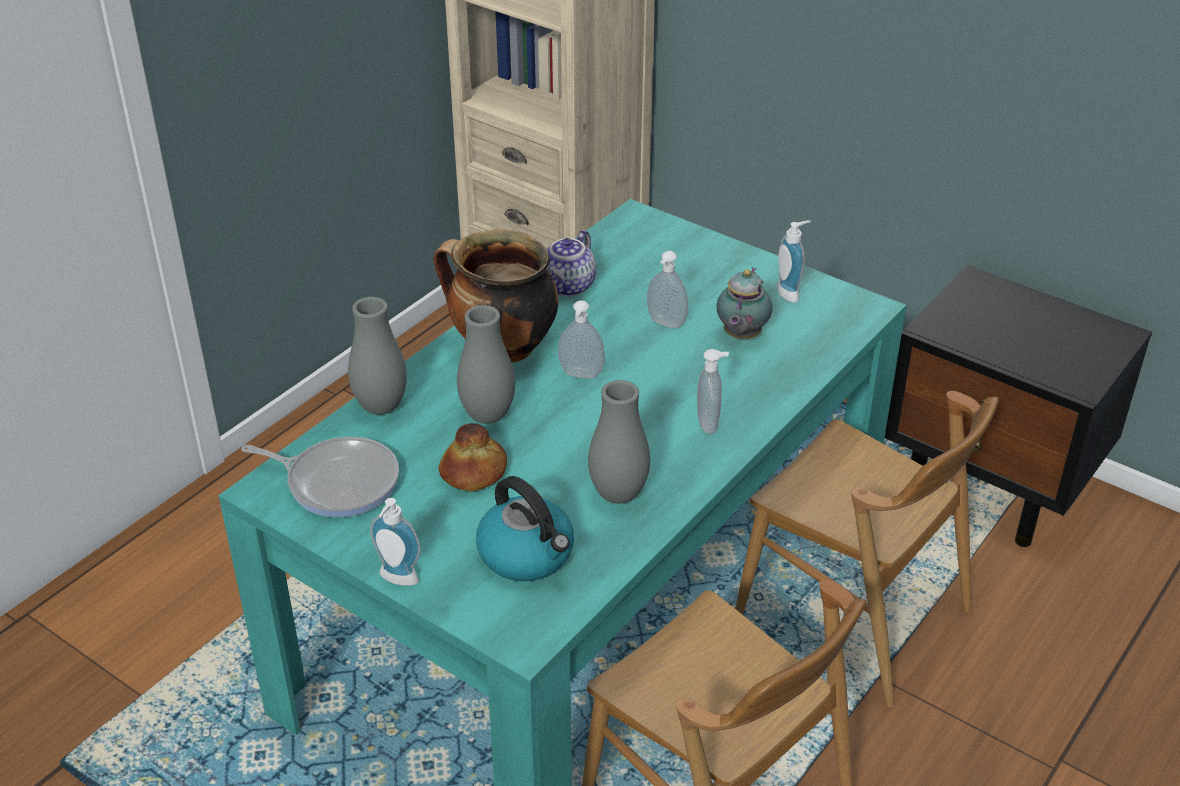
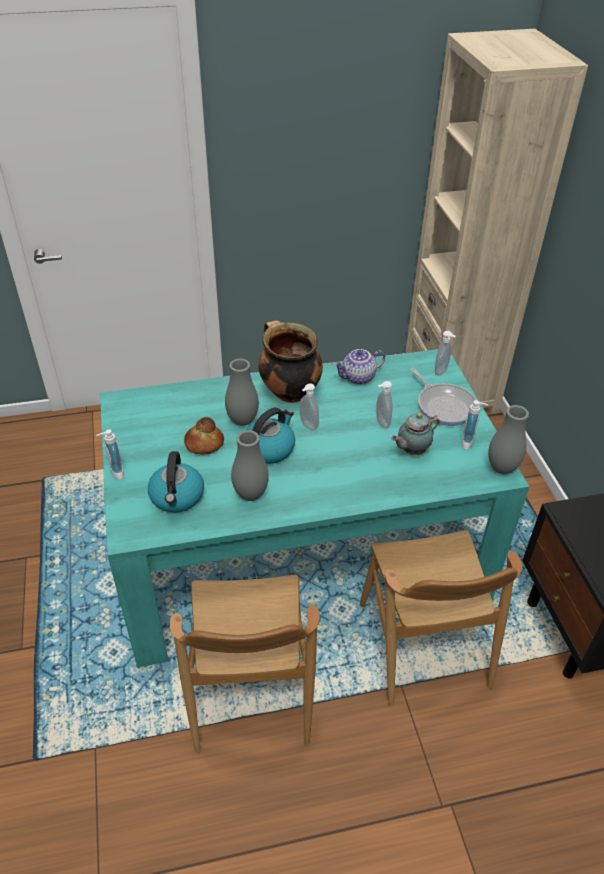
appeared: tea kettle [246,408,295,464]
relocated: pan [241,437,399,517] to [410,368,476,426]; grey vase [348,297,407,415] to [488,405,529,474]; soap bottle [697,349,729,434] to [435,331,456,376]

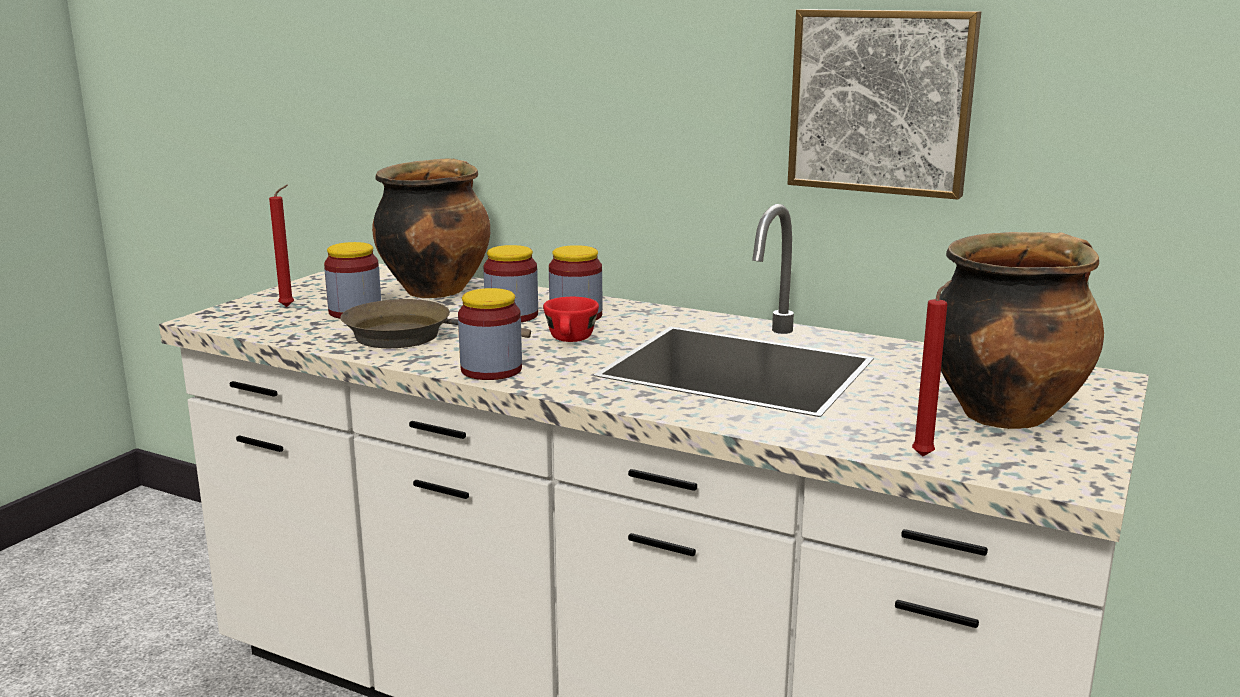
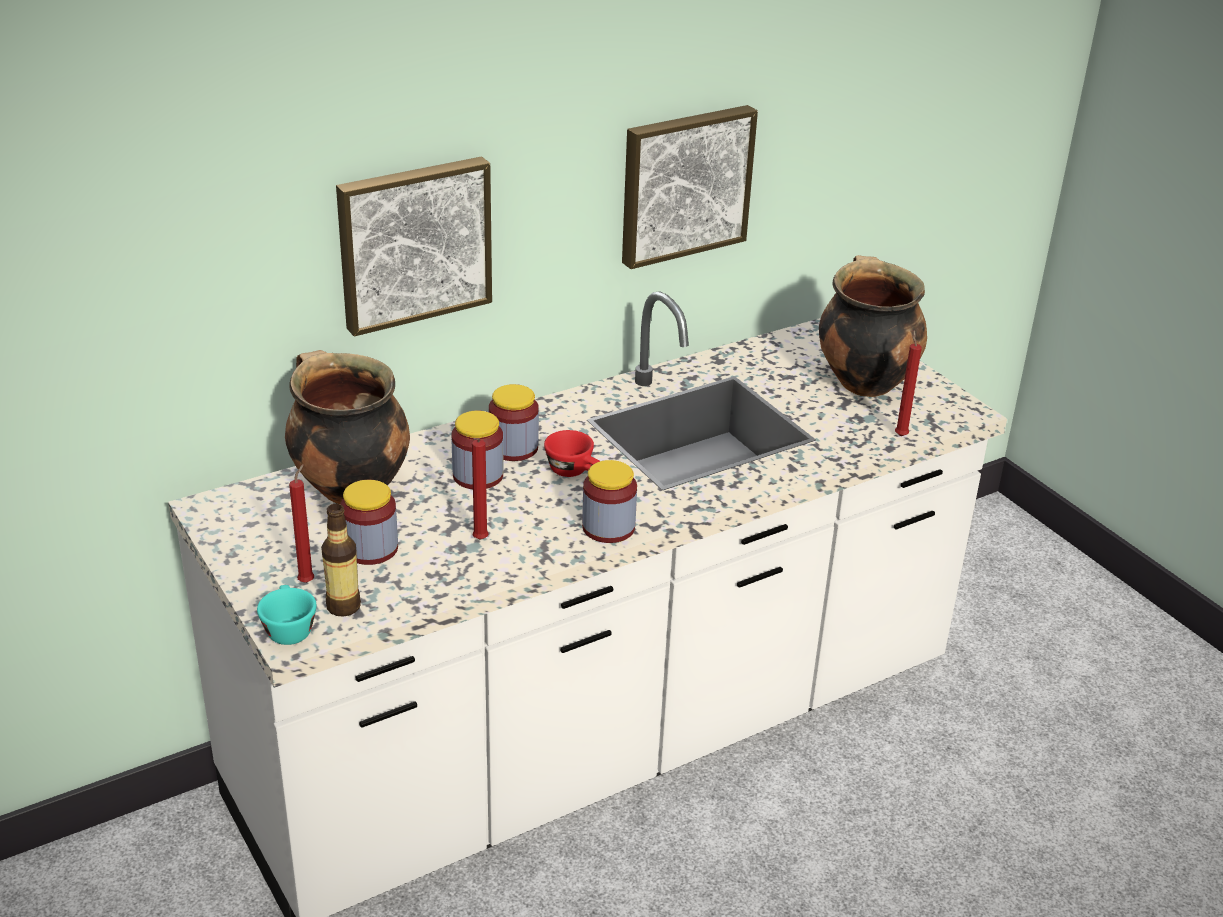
appeared: blue-green small cup [257,585,317,645]; bottle [321,504,361,617]; picture [336,157,492,337]
exchanged: brown-coloured pan [341,299,531,348] to red candle [472,438,489,540]

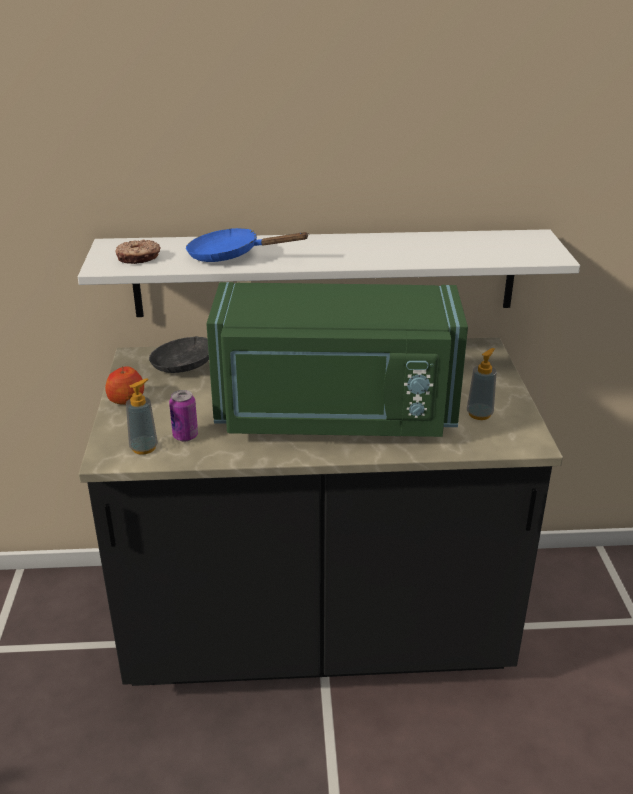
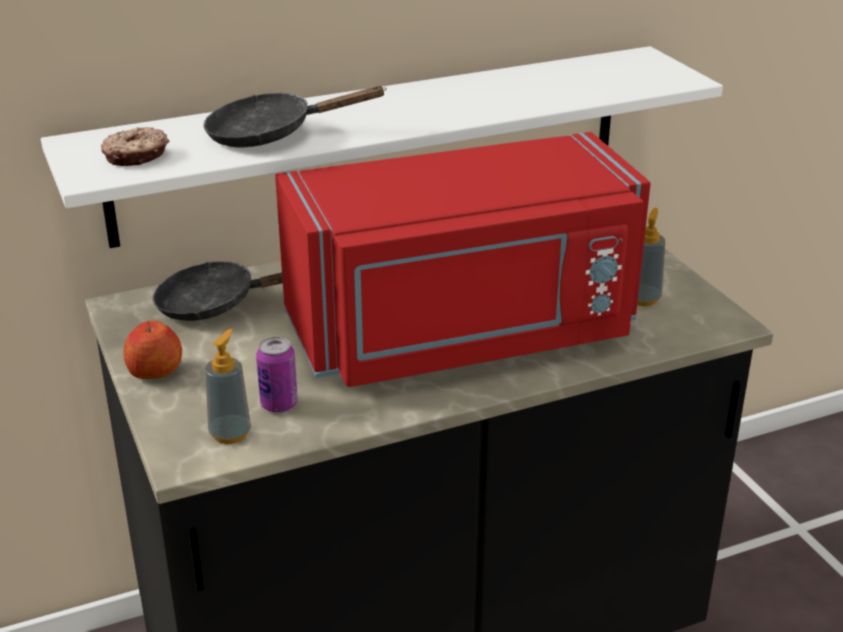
colour: blue pan [186,228,310,262] to black pan [203,86,387,147]; green microwave [206,282,468,437] to red microwave [275,132,651,387]

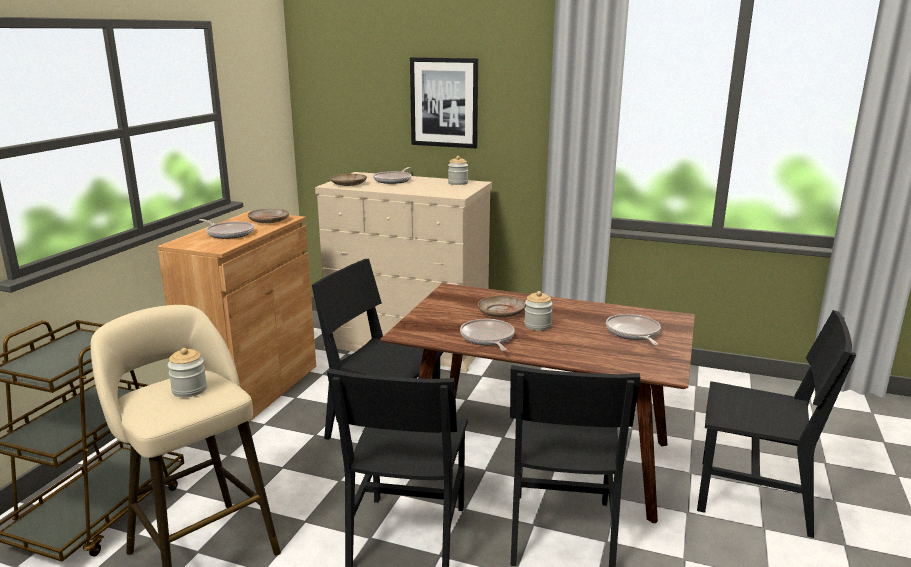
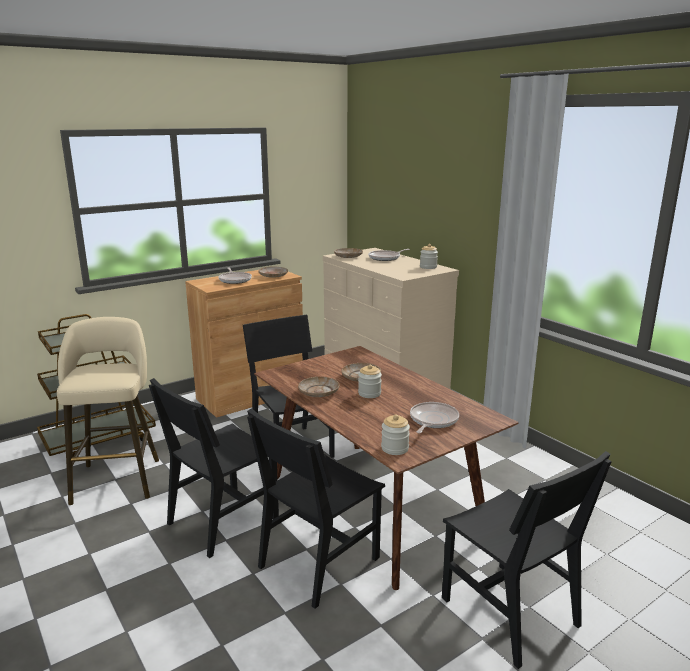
missing: picture [410,57,478,148]
relocated: jar [168,348,207,397] to [381,415,410,455]
exchanged: pan [460,319,515,351] to beige dinner plate [298,377,340,397]

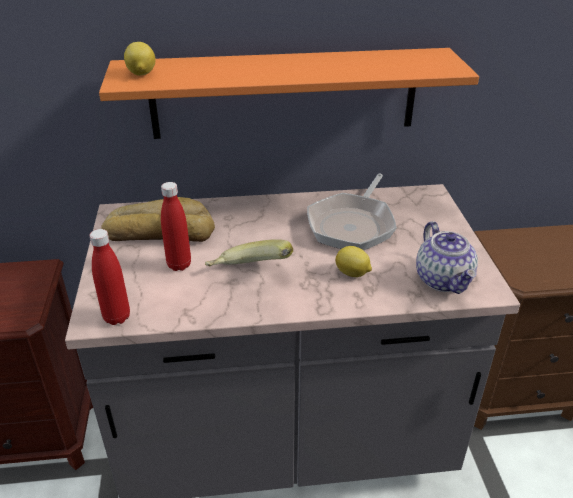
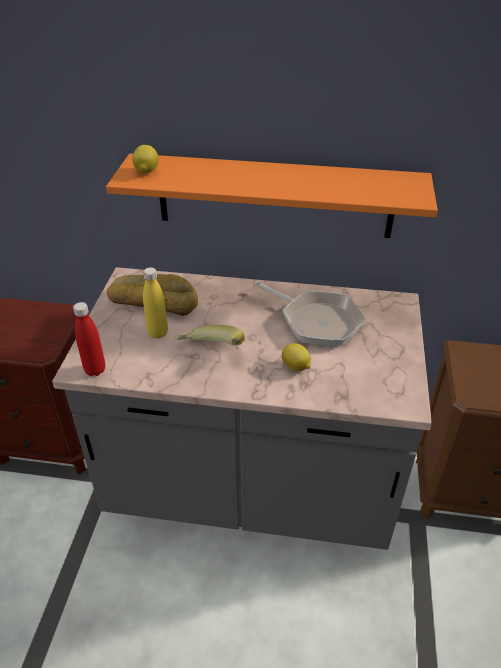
missing: teapot [416,221,478,294]
colour: red bottle [161,182,191,271] to yellow-coloured bottle [143,267,168,339]
spun: pan [307,174,397,250] = [254,282,366,346] 90 degrees counterclockwise

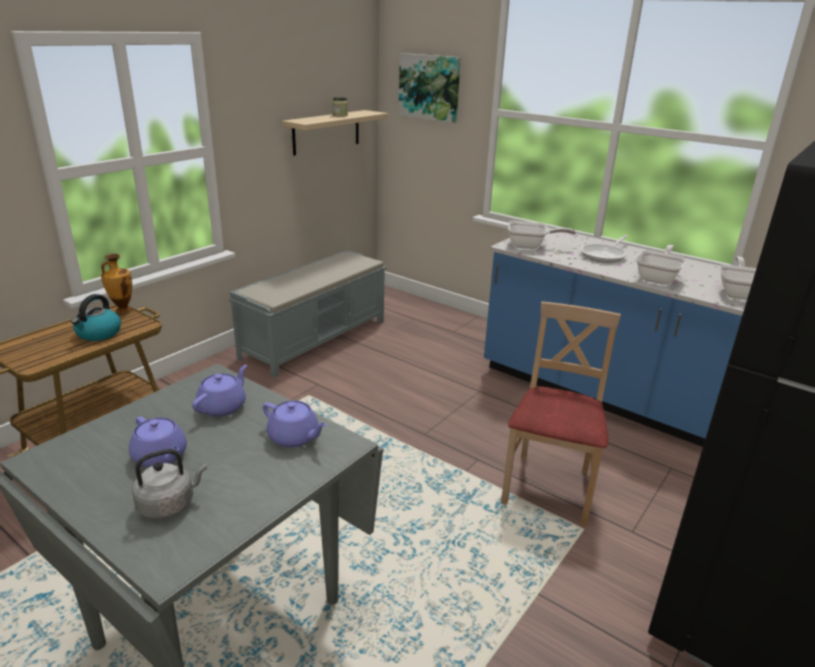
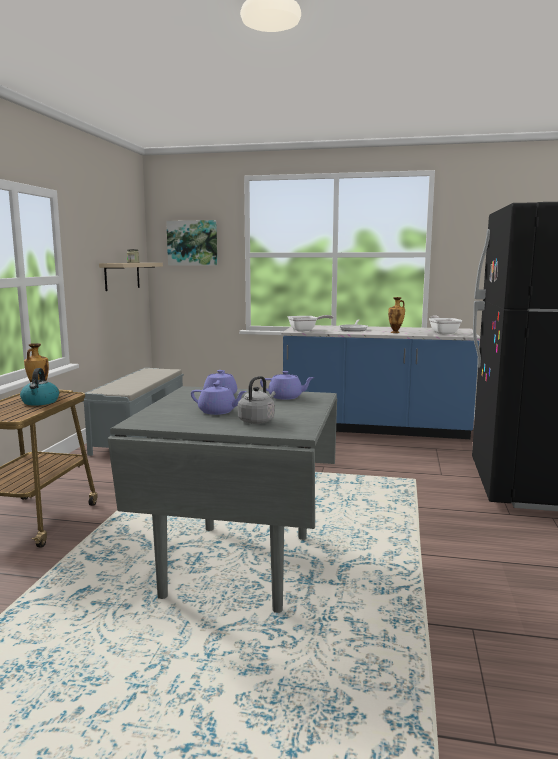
missing: beige chair [501,301,621,526]
exchanged: pan [636,245,687,285] to vase [388,297,405,333]

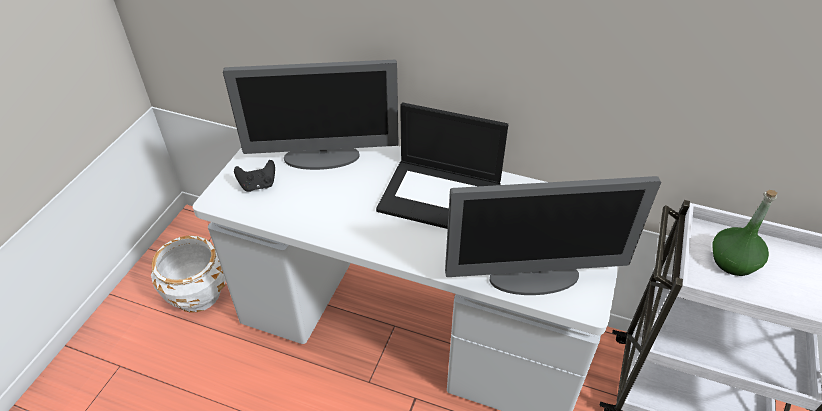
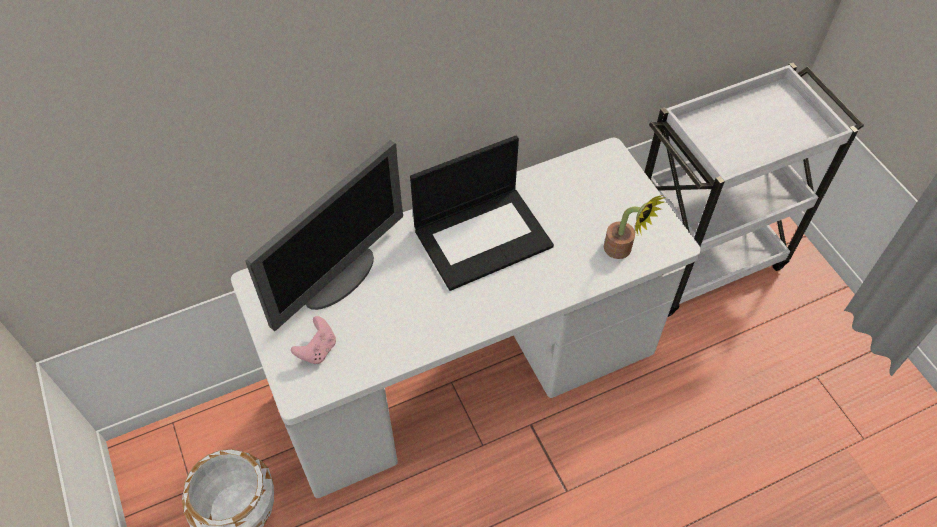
missing: green bottle [712,190,777,276]
exchanged: computer screen [445,176,661,295] to houseplant [604,195,666,259]
colour: black joypad [234,160,275,192] to pink-coloured joypad [291,316,336,364]

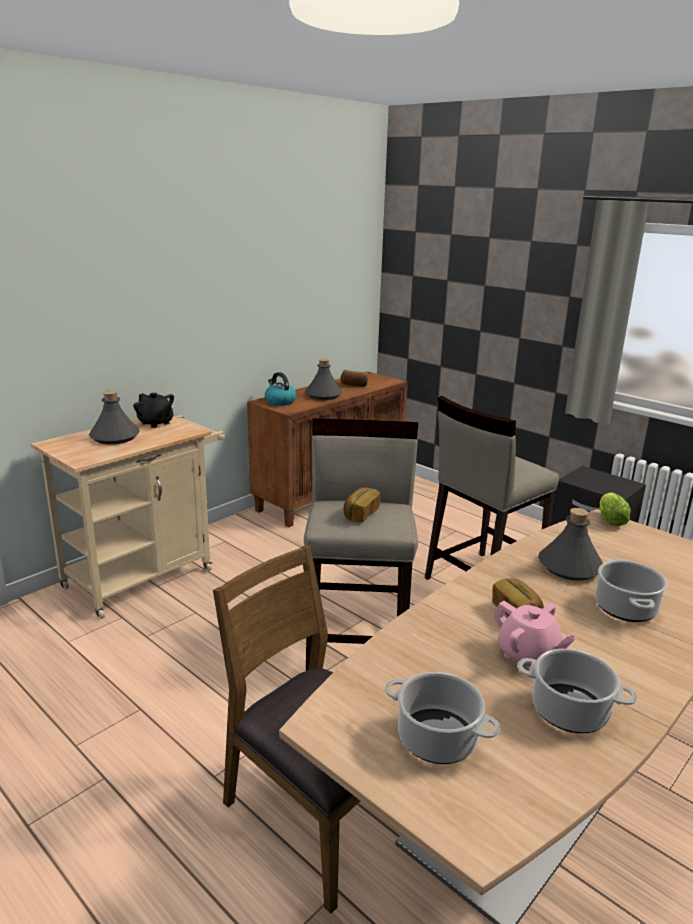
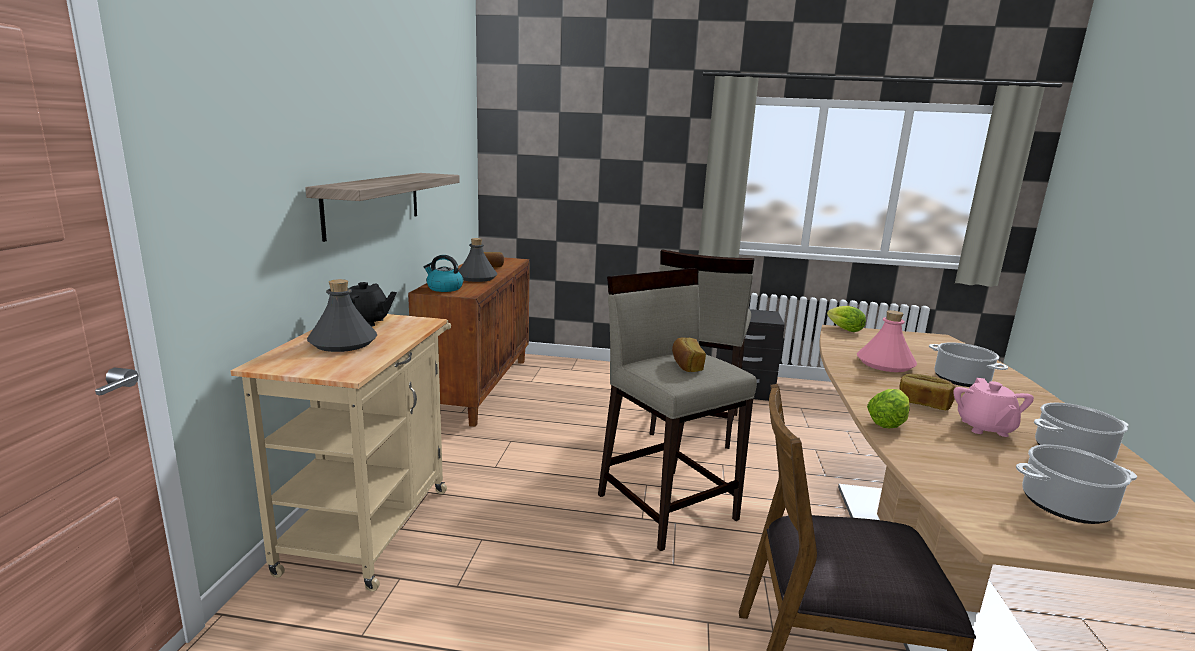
appeared: shelf [305,173,460,242]; lettuce head [867,389,909,428]
colour: grey bottle [538,508,603,581] to pink-coloured bottle [857,310,917,372]
spun: pink-coloured teapot [493,601,577,670] = [953,378,1034,437] 90 degrees clockwise

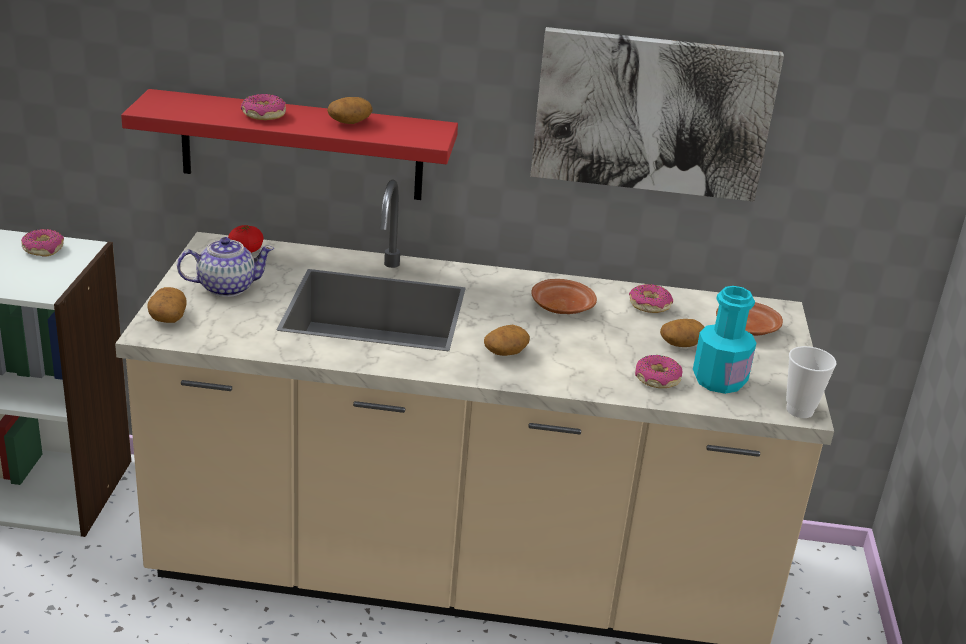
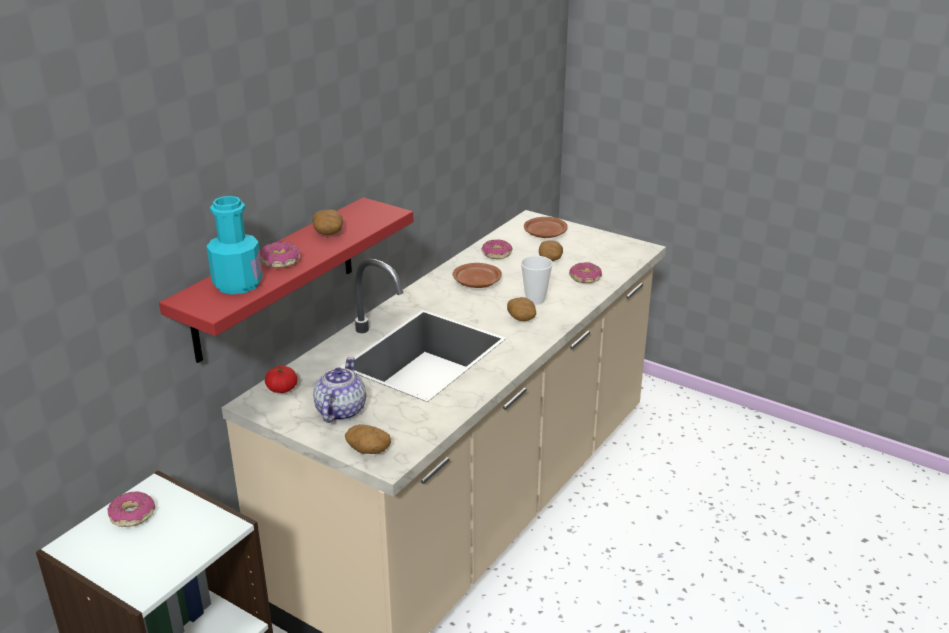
missing: picture [530,27,784,202]
relocated: blue-green bottle [693,286,756,394] to [206,196,263,295]; small cup [786,346,836,418] to [521,256,553,305]

